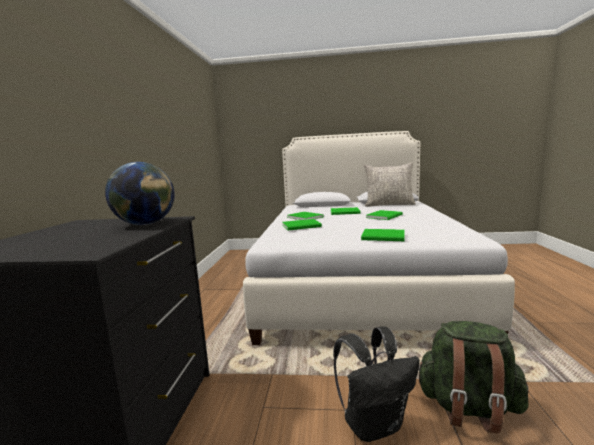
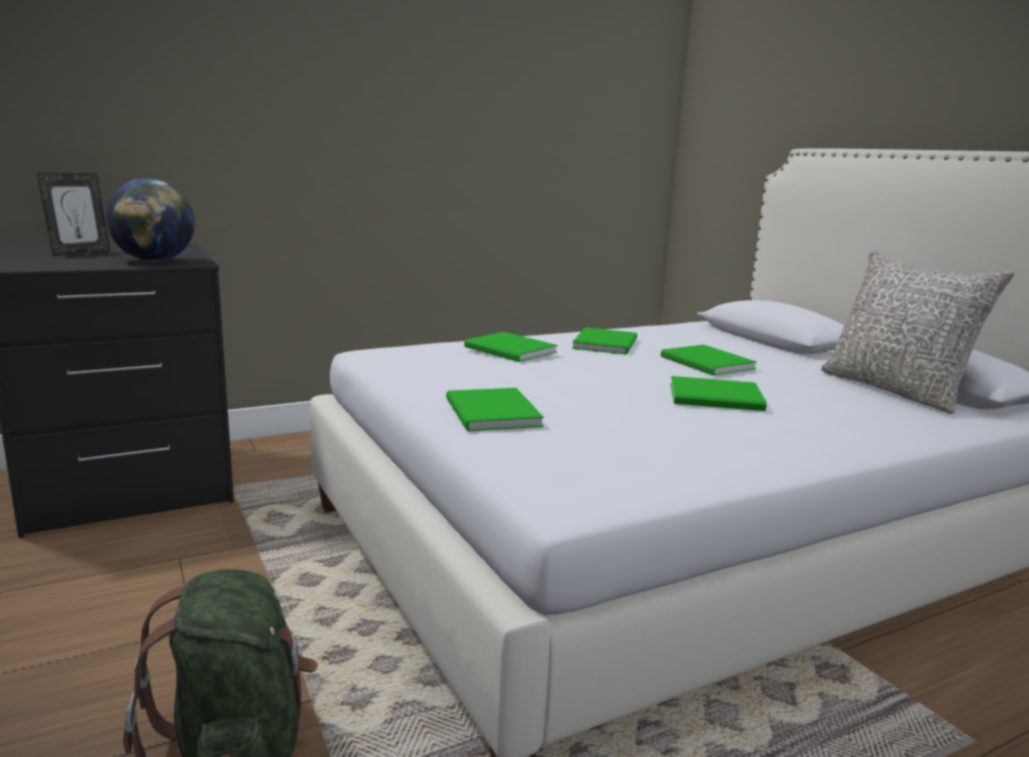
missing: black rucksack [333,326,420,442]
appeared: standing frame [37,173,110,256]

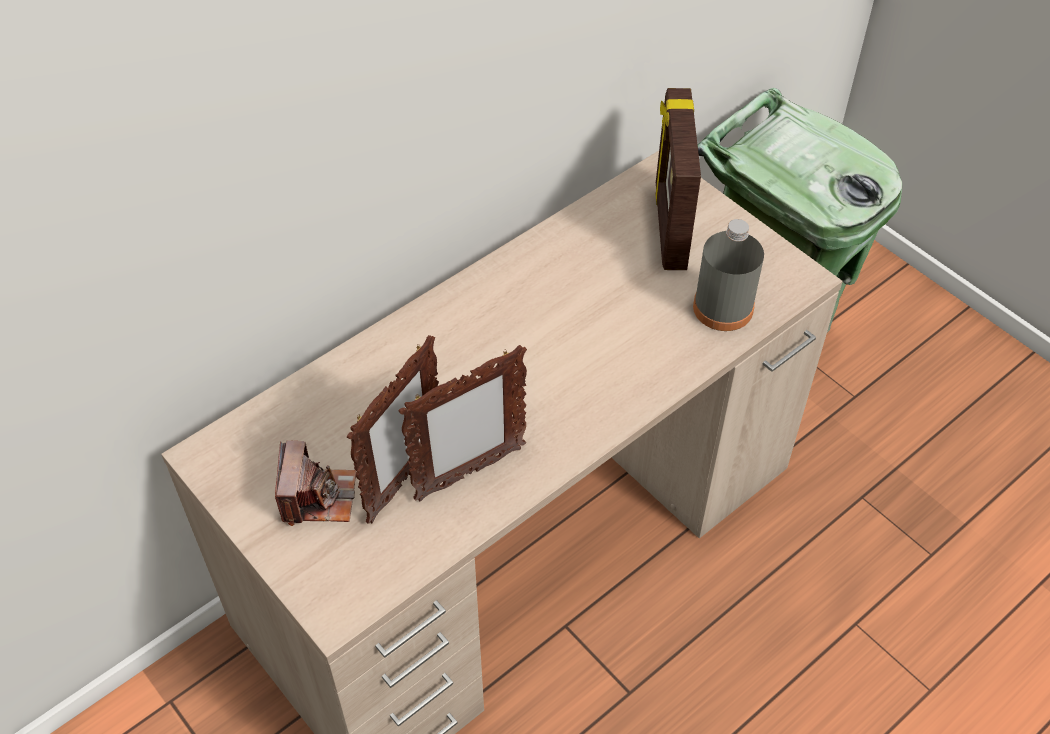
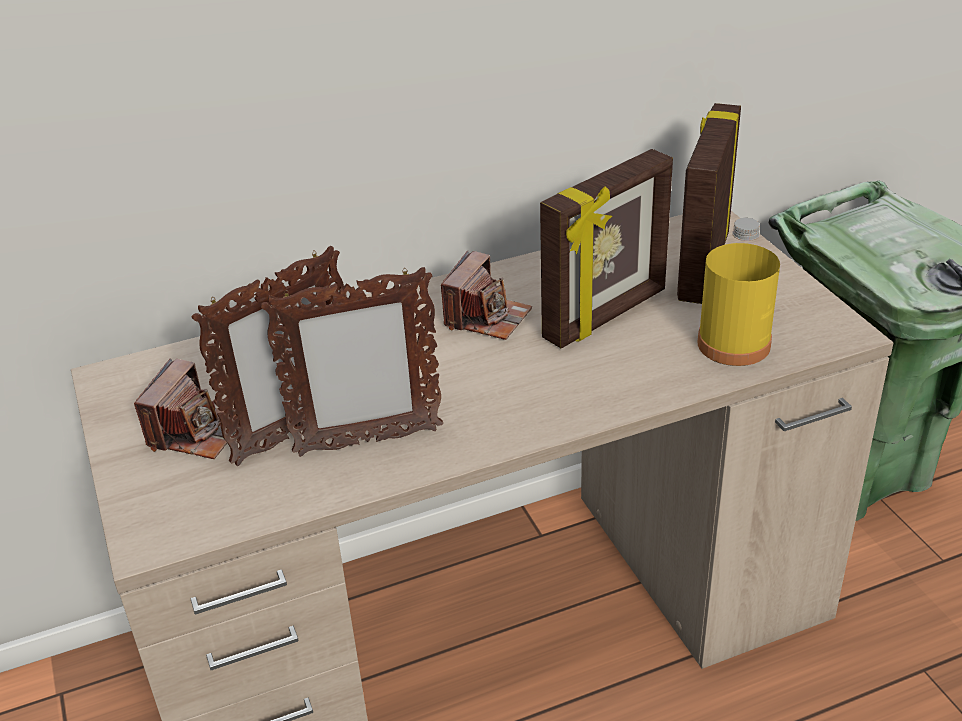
appeared: still camera [441,251,532,340]; standing frame [540,149,673,348]
colour: grey bottle [693,219,764,331] to yellow-coloured bottle [697,218,780,366]

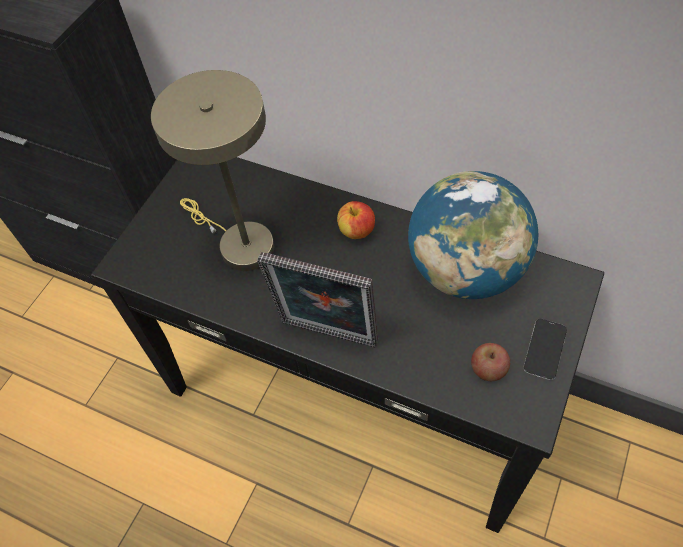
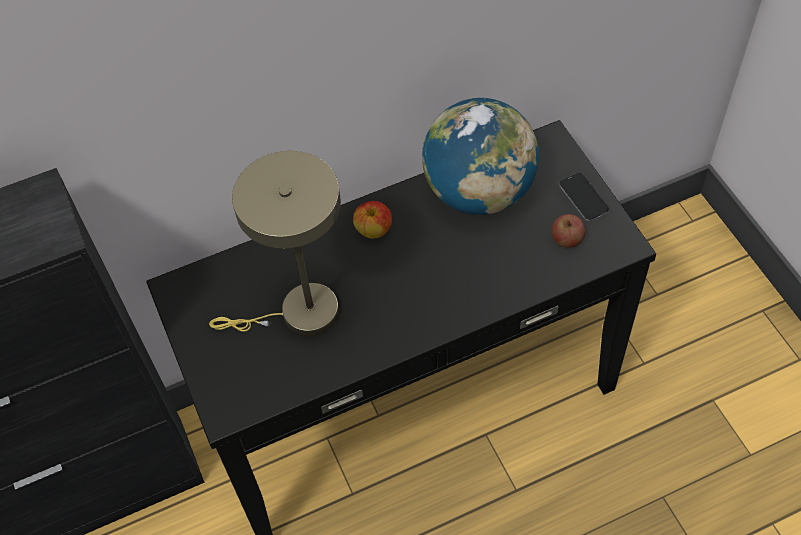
missing: standing frame [257,252,378,348]

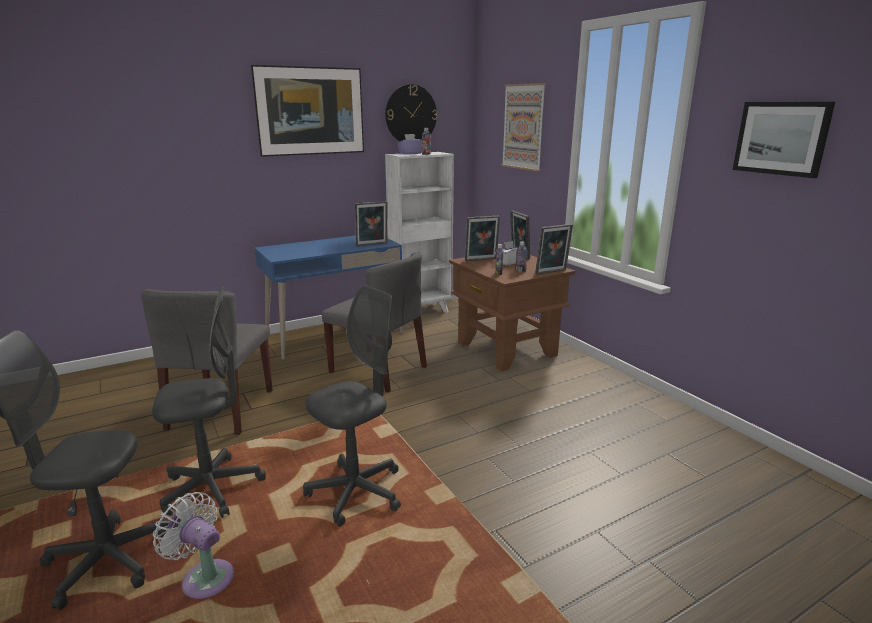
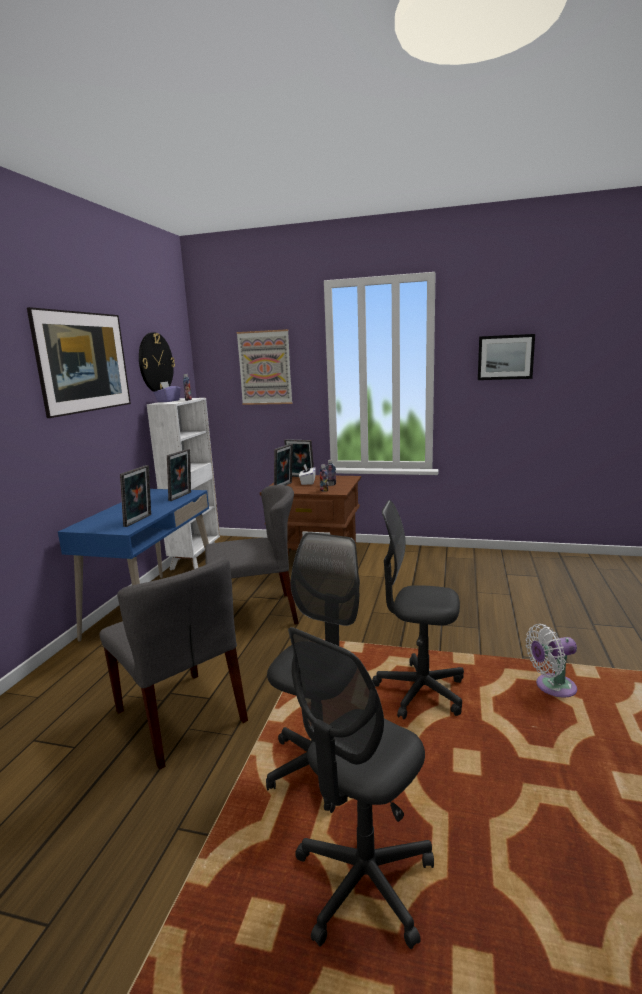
relocated: whitish electric fan [153,492,234,599] to [526,624,577,698]; standing frame [535,224,573,274] to [120,465,151,527]
spun: grey office chair [303,285,401,527] = [372,500,464,719] 75 degrees counterclockwise

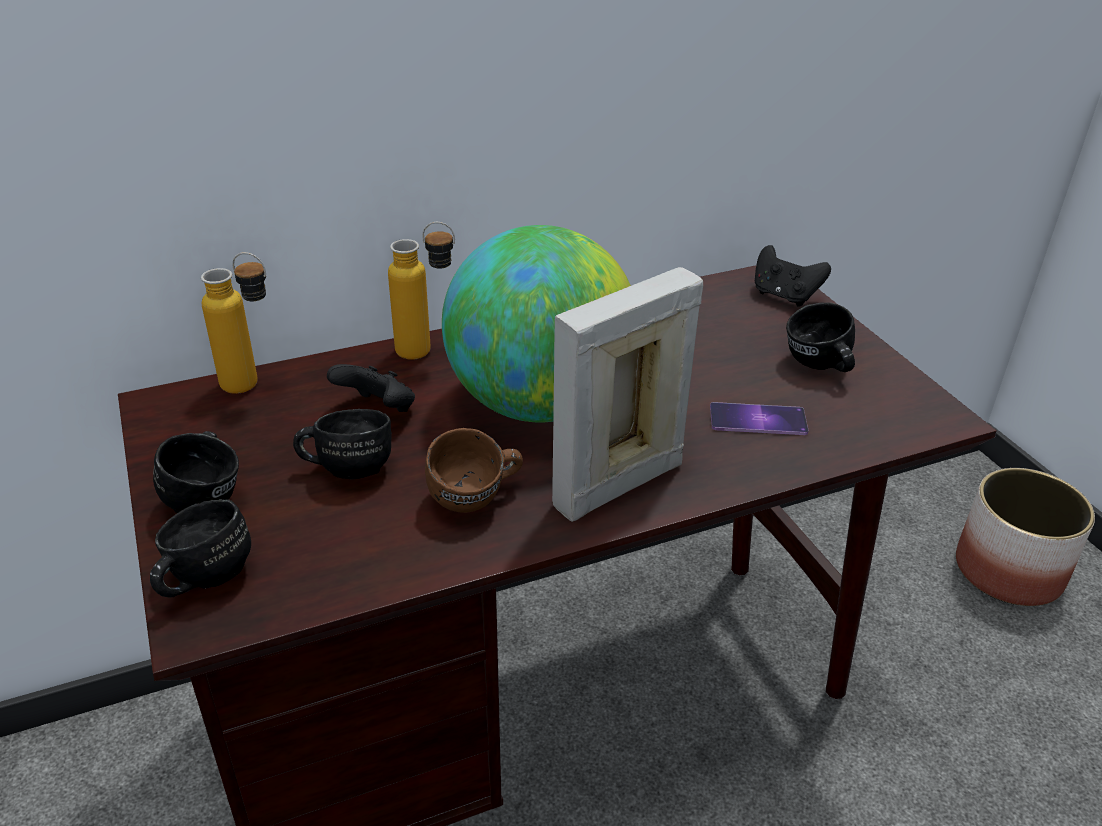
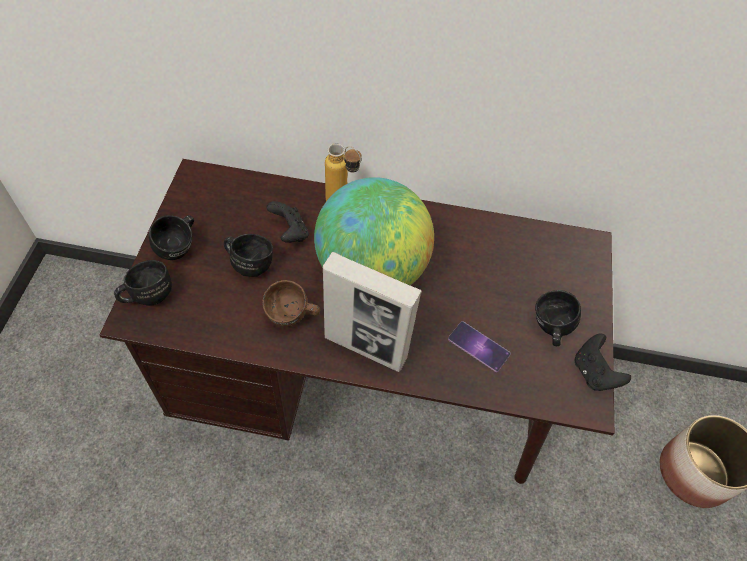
missing: bottle [201,252,266,394]
relocated: black joypad [755,245,831,306] to [575,334,631,391]
spun: standing frame [552,267,703,522] = [323,252,422,372] 150 degrees counterclockwise

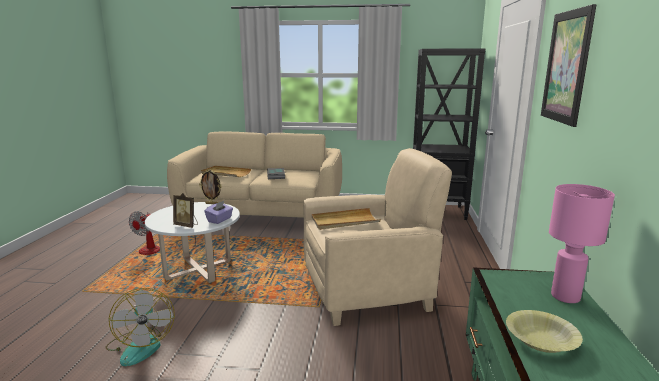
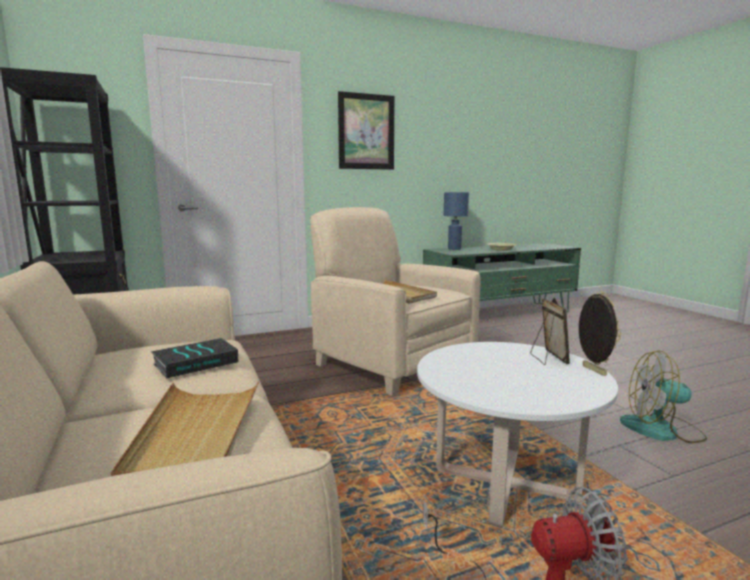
missing: purple tissue box [204,201,233,224]
relocated: standing frame [199,169,221,204] to [578,291,621,376]
colour: pink-coloured lamp for a table [549,184,615,303] to blue lamp for a table [444,192,469,250]
spun: electric fan [105,288,175,366] = [620,350,707,443] 120 degrees counterclockwise

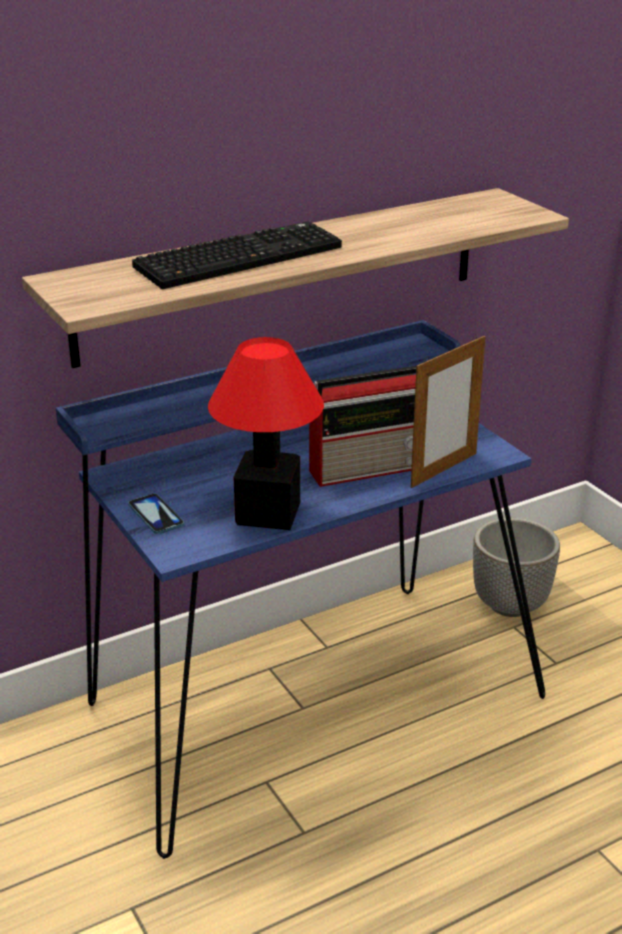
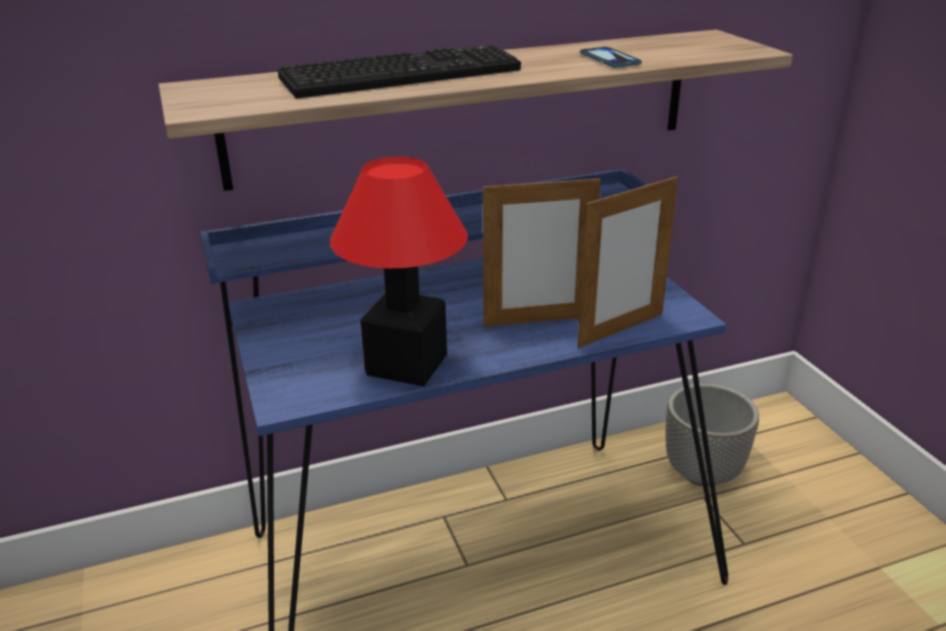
relocated: telephone [128,494,184,534] to [580,47,642,68]
exchanged: radio [309,366,416,487] to standing frame [483,174,601,327]

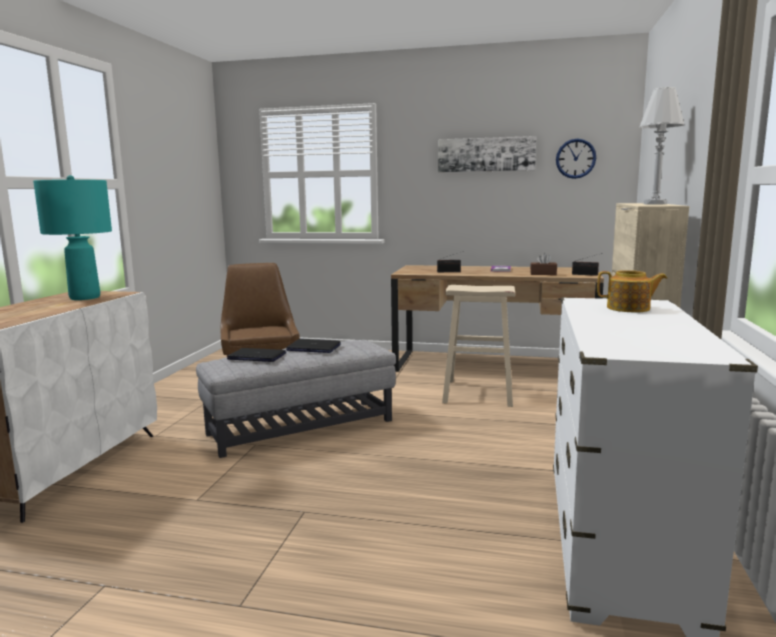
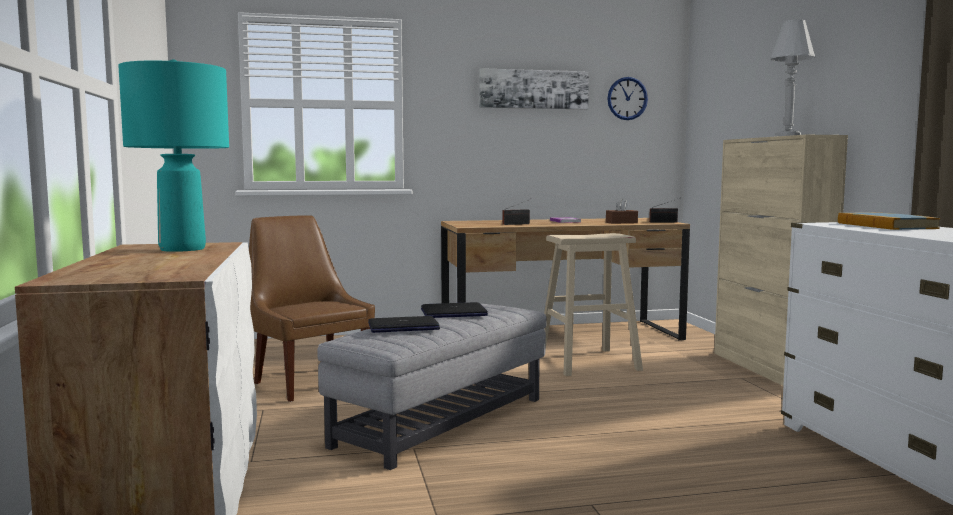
exchanged: teapot [597,270,667,313] to book [838,212,940,230]

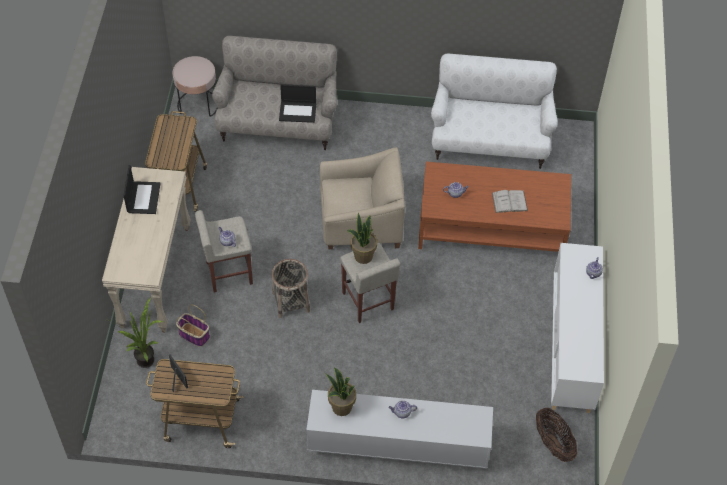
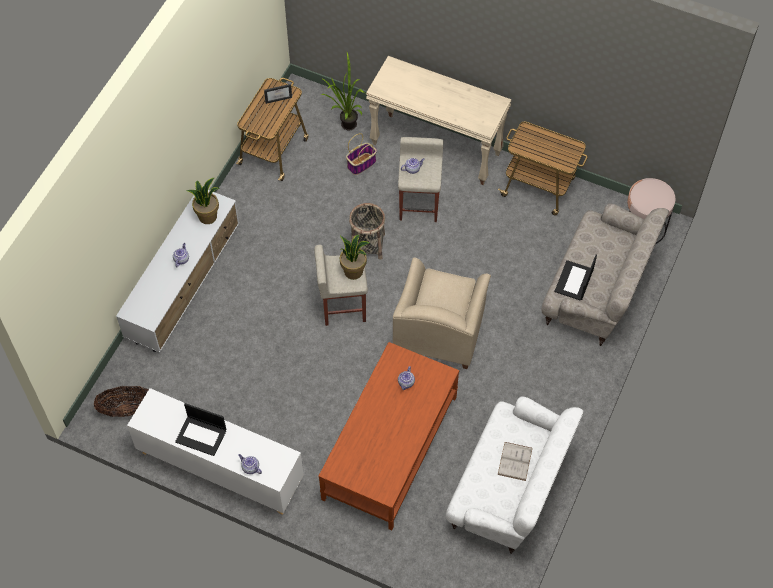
relocated: laptop [123,165,161,214] to [175,403,226,456]; whitish book [492,190,528,213] to [498,442,533,481]

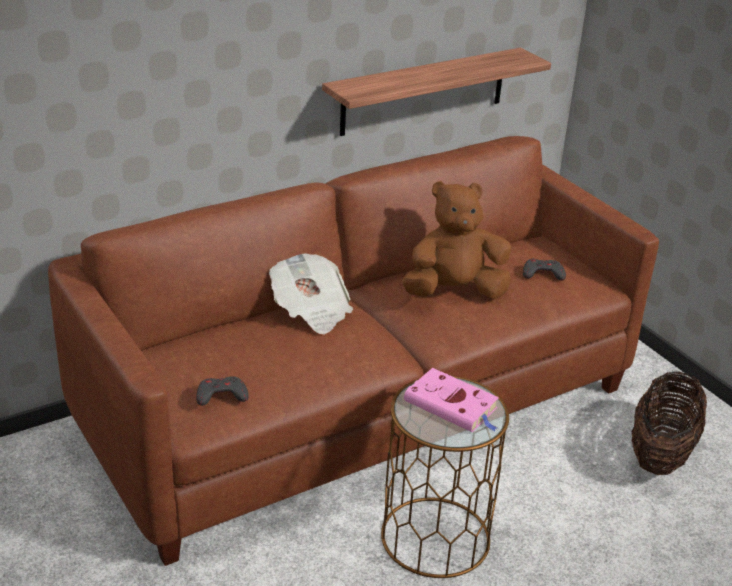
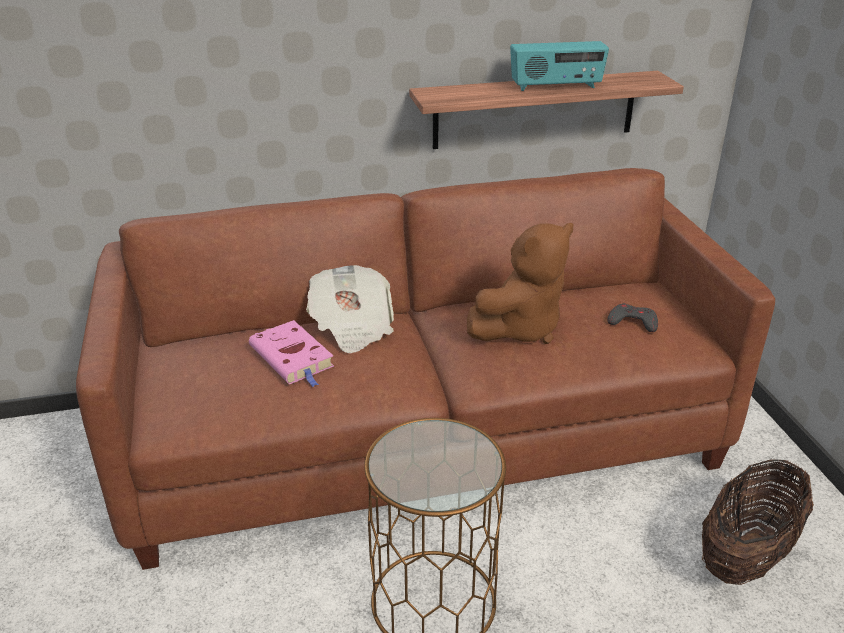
missing: grey joypad [196,376,249,406]
appeared: radio [510,41,609,91]
relocated: pink-coloured book [404,368,499,432] to [249,320,334,387]
spun: brown-coloured soft toy [402,181,511,299] = [467,223,574,344] 135 degrees clockwise

